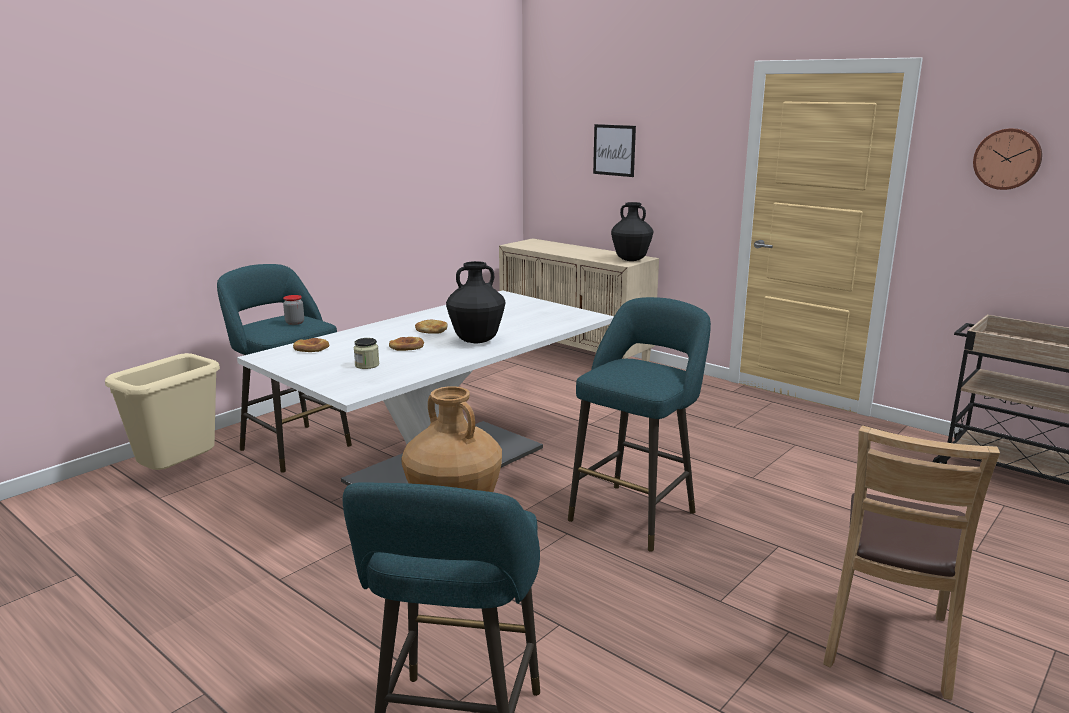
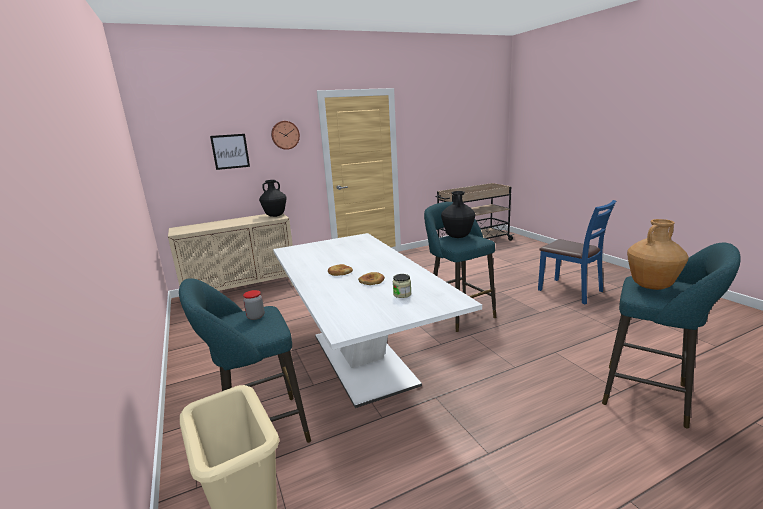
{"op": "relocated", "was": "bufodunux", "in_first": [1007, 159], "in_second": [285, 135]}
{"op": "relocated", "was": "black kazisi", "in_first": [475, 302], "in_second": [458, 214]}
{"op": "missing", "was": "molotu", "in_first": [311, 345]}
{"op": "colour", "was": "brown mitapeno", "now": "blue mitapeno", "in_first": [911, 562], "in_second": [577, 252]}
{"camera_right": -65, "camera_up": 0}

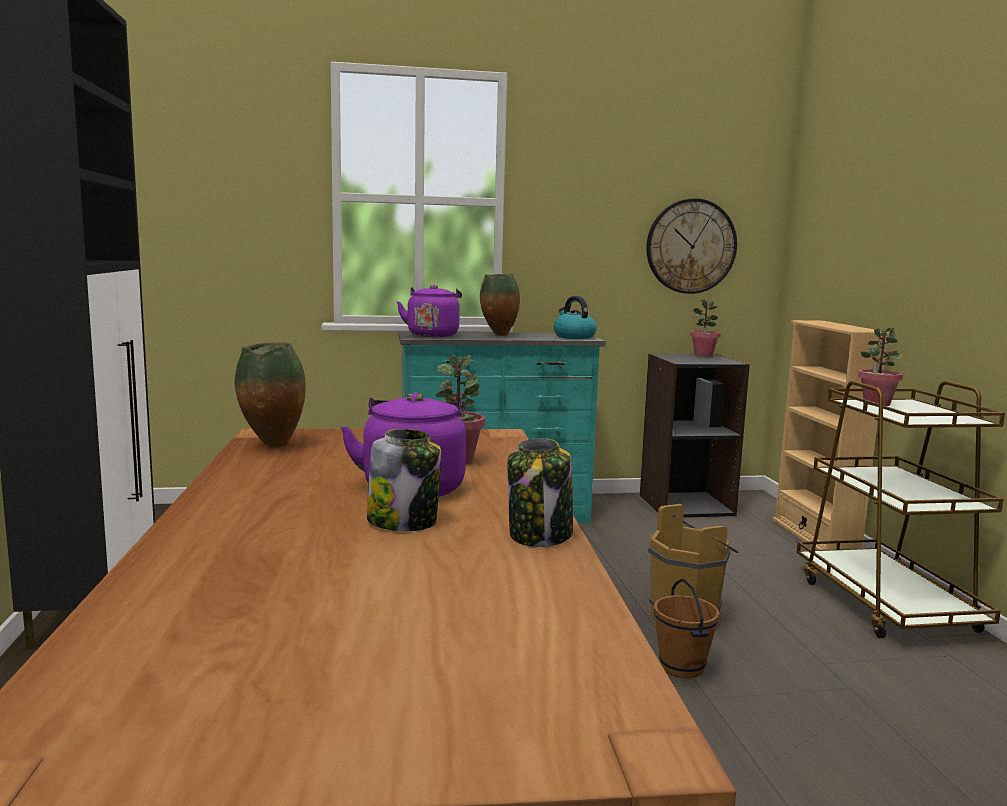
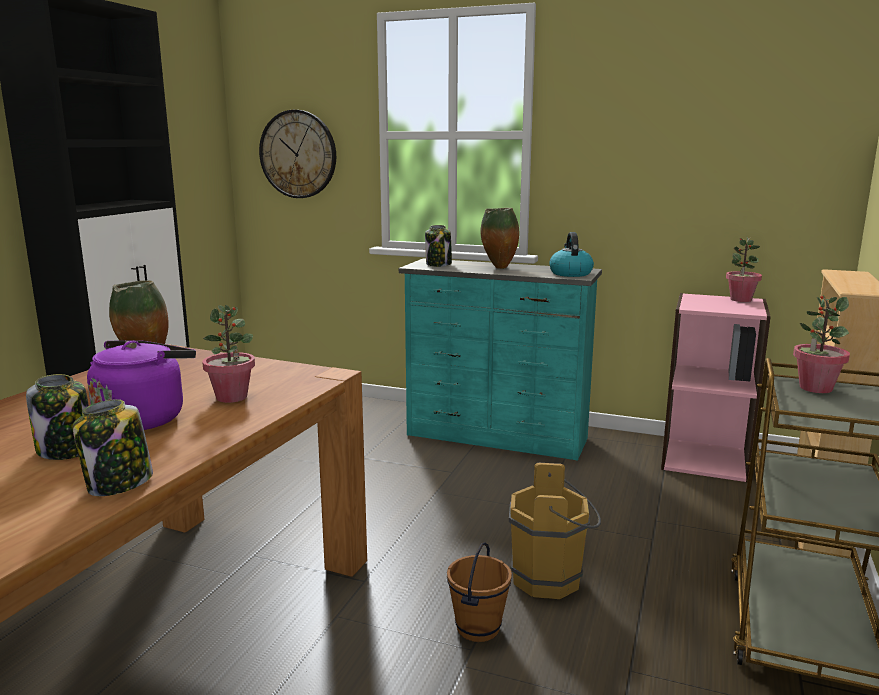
{"op": "relocated", "was": "bufodunux", "in_first": [691, 246], "in_second": [297, 154]}
{"op": "exchanged", "was": "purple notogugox", "now": "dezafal", "in_first": [429, 311], "in_second": [438, 246]}
{"op": "colour", "was": "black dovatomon", "now": "pink dovatomon", "in_first": [695, 435], "in_second": [716, 387]}
{"camera_right": 30, "camera_up": 5}

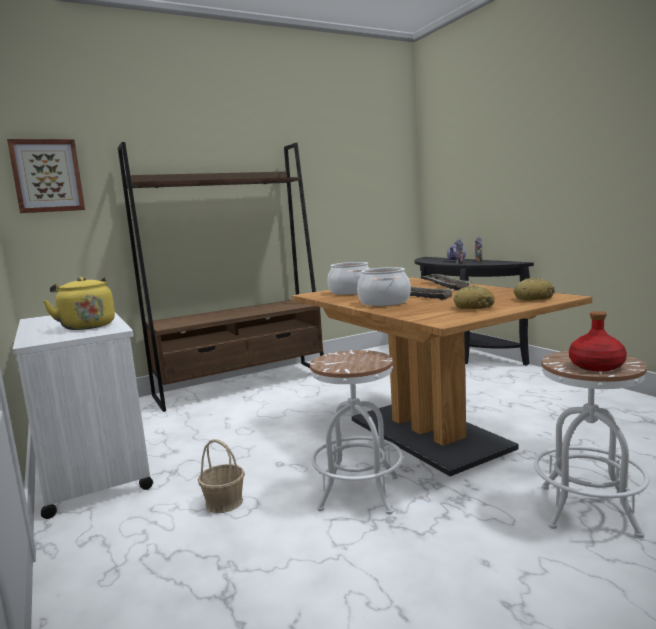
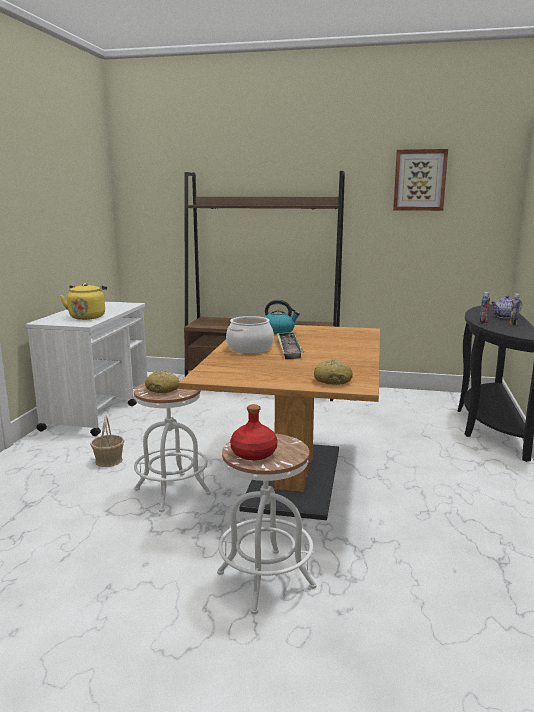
{"op": "relocated", "was": "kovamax", "in_first": [46, 176], "in_second": [420, 180]}
{"op": "exchanged", "was": "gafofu", "now": "notogugox", "in_first": [348, 278], "in_second": [282, 317]}
{"op": "missing", "was": "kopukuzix", "in_first": [446, 282]}
{"op": "relocated", "was": "molotu", "in_first": [474, 297], "in_second": [162, 382]}
{"camera_right": 40, "camera_up": 5}

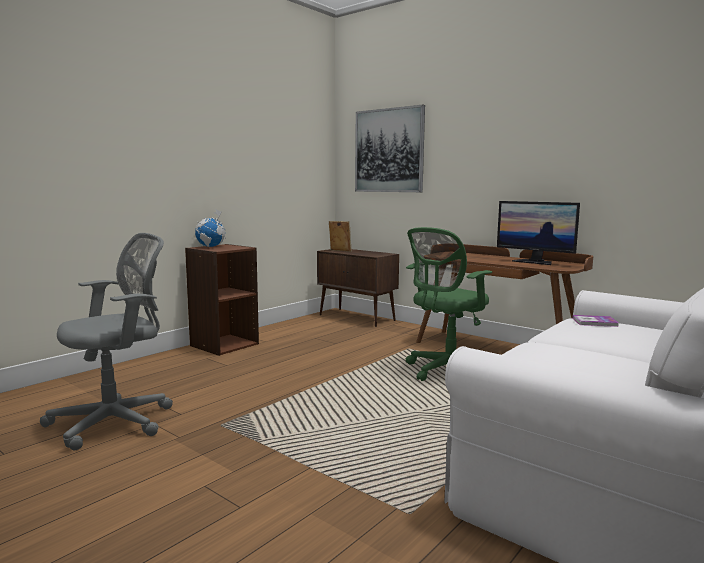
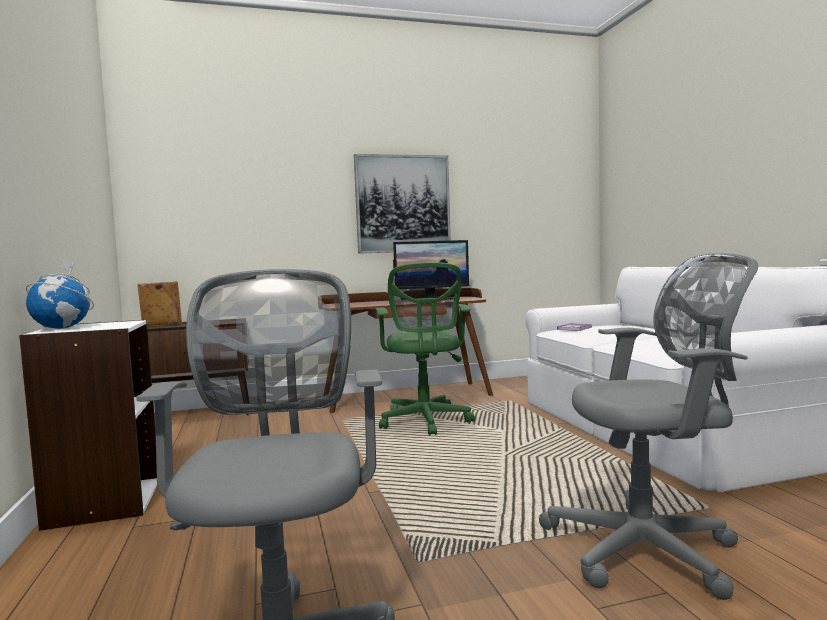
{"op": "relocated", "was": "kovamax", "in_first": [390, 148], "in_second": [402, 204]}
{"op": "colour", "was": "brown dovatomon", "now": "white dovatomon", "in_first": [222, 300], "in_second": [88, 425]}
{"op": "appeared", "now": "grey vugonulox", "in_second": [648, 426]}
{"camera_right": -55, "camera_up": -5}

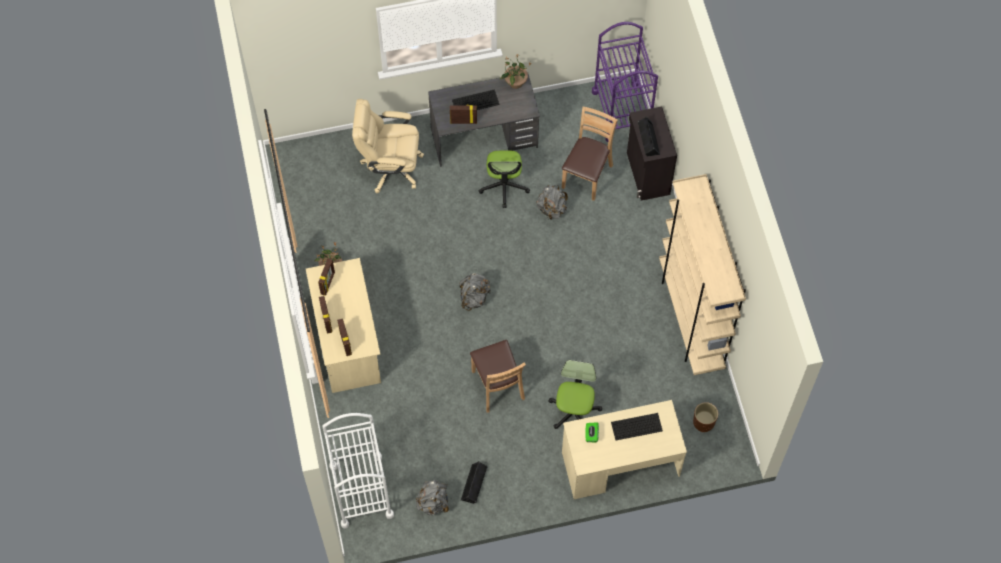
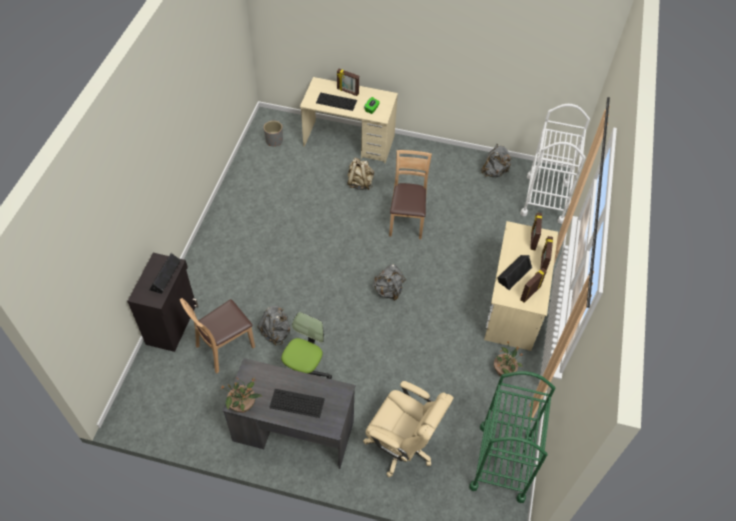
{"op": "missing", "was": "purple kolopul", "in_first": [625, 82]}
{"op": "relocated", "was": "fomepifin", "in_first": [463, 114], "in_second": [348, 82]}
{"op": "missing", "was": "beige dovatomon", "in_first": [702, 274]}
{"op": "exchanged", "was": "vugonulox", "now": "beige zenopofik", "in_first": [575, 394], "in_second": [360, 174]}
{"op": "colour", "was": "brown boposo", "now": "grey boposo", "in_first": [705, 417], "in_second": [273, 134]}
{"op": "relocated", "was": "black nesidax", "in_first": [474, 482], "in_second": [514, 272]}
{"op": "appeared", "now": "green kolopul", "in_second": [512, 437]}
{"camera_right": -155, "camera_up": -10}

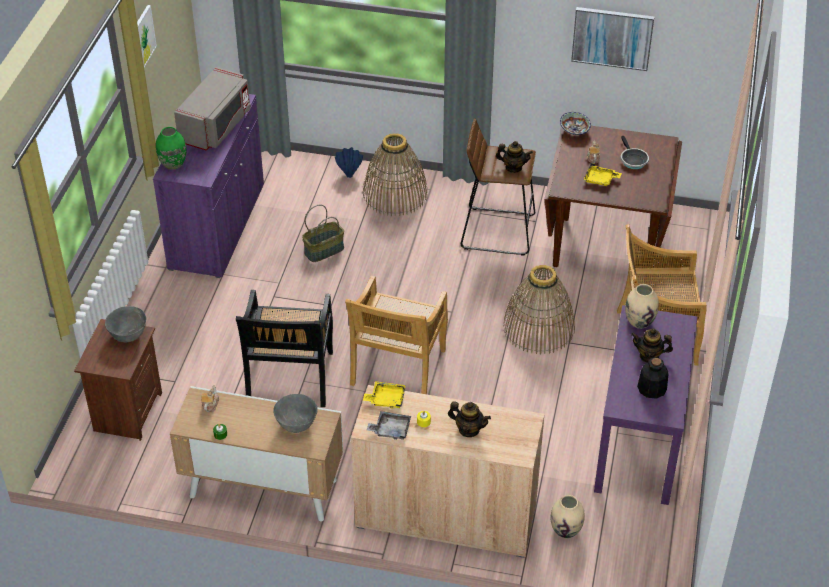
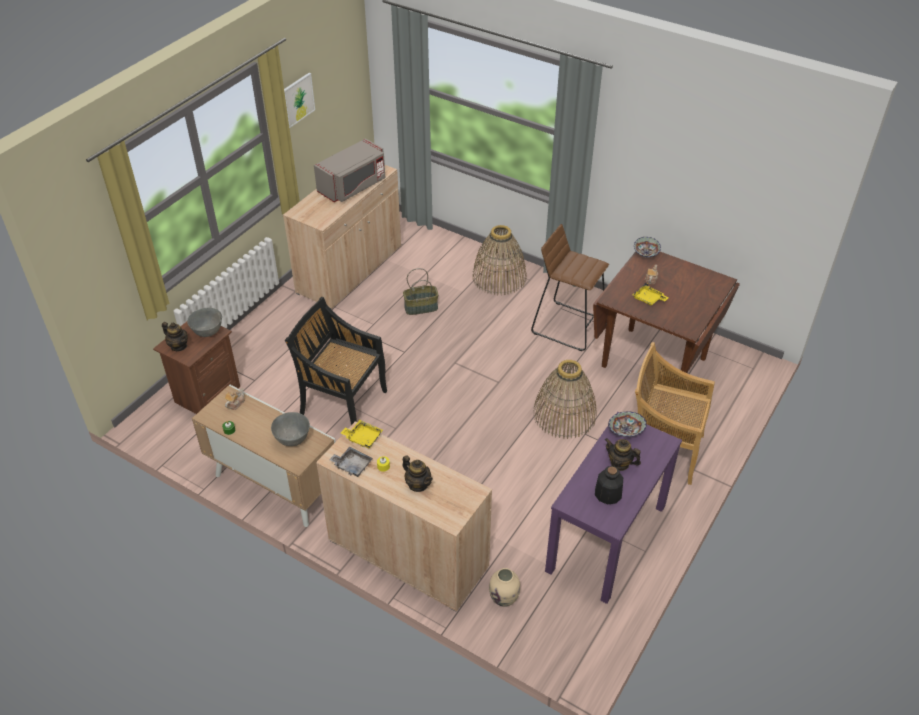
{"op": "missing", "was": "kovamax", "in_first": [612, 39]}
{"op": "colour", "was": "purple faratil", "now": "beige faratil", "in_first": [208, 186], "in_second": [342, 237]}
{"op": "missing", "was": "green kazisi", "in_first": [171, 148]}
{"op": "missing", "was": "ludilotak", "in_first": [635, 152]}
{"op": "relocated", "was": "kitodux", "in_first": [514, 157], "in_second": [175, 336]}
{"op": "missing", "was": "blue kazisi", "in_first": [349, 162]}
{"op": "missing", "was": "beige mitapeno", "in_first": [396, 335]}
{"op": "exchanged", "was": "beige kazisi", "now": "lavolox", "in_first": [642, 306], "in_second": [627, 424]}
{"op": "spun", "was": "black mitapeno", "in_first": [284, 348], "in_second": [336, 361], "clockwise": 90}
{"camera_right": 20, "camera_up": 0}

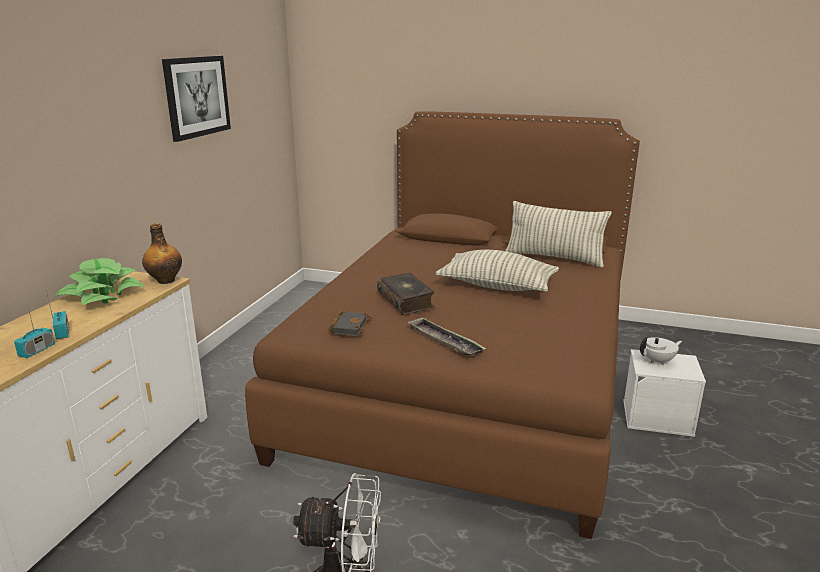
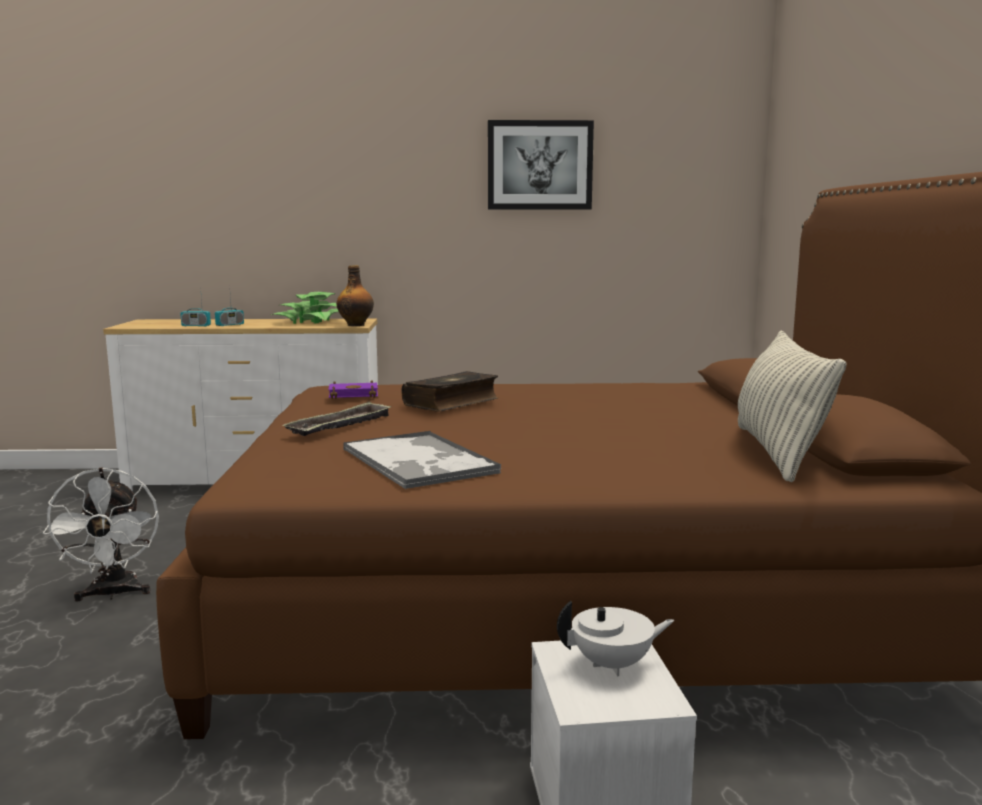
{"op": "missing", "was": "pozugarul", "in_first": [497, 271]}
{"op": "colour", "was": "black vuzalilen", "now": "purple vuzalilen", "in_first": [350, 323], "in_second": [353, 389]}
{"op": "spun", "was": "white kitodux", "in_first": [661, 351], "in_second": [615, 638], "clockwise": -60}
{"op": "appeared", "now": "kopukuzix", "in_second": [422, 460]}
{"camera_right": 70, "camera_up": -10}

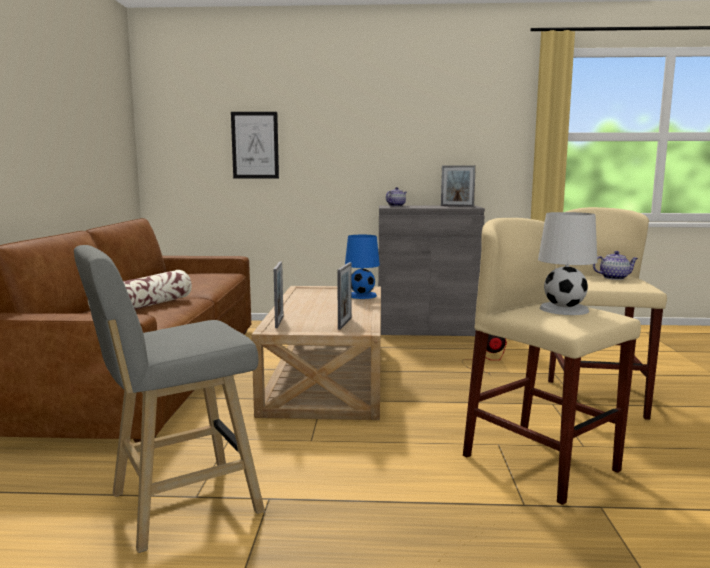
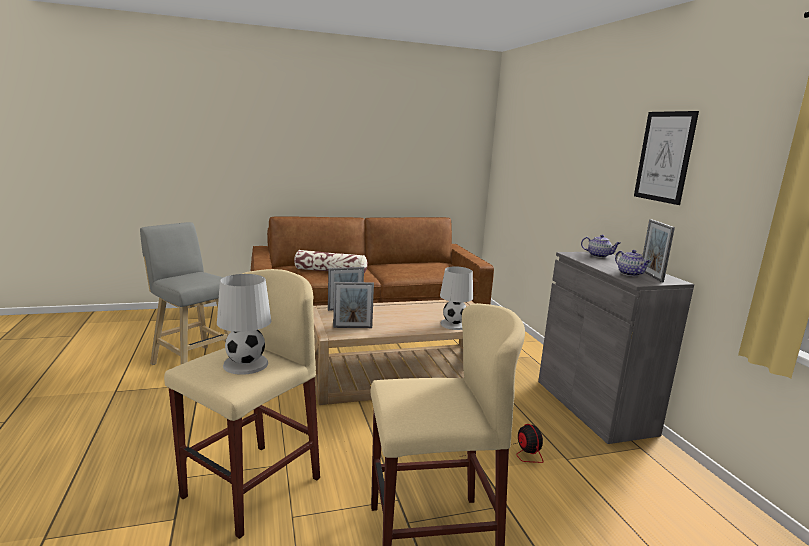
{"op": "relocated", "was": "kovamax", "in_first": [255, 145], "in_second": [666, 158]}
{"op": "colour", "was": "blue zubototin", "now": "white zubototin", "in_first": [362, 267], "in_second": [456, 298]}
{"op": "relocated", "was": "kitodux", "in_first": [615, 265], "in_second": [633, 263]}
{"camera_right": 70, "camera_up": 5}

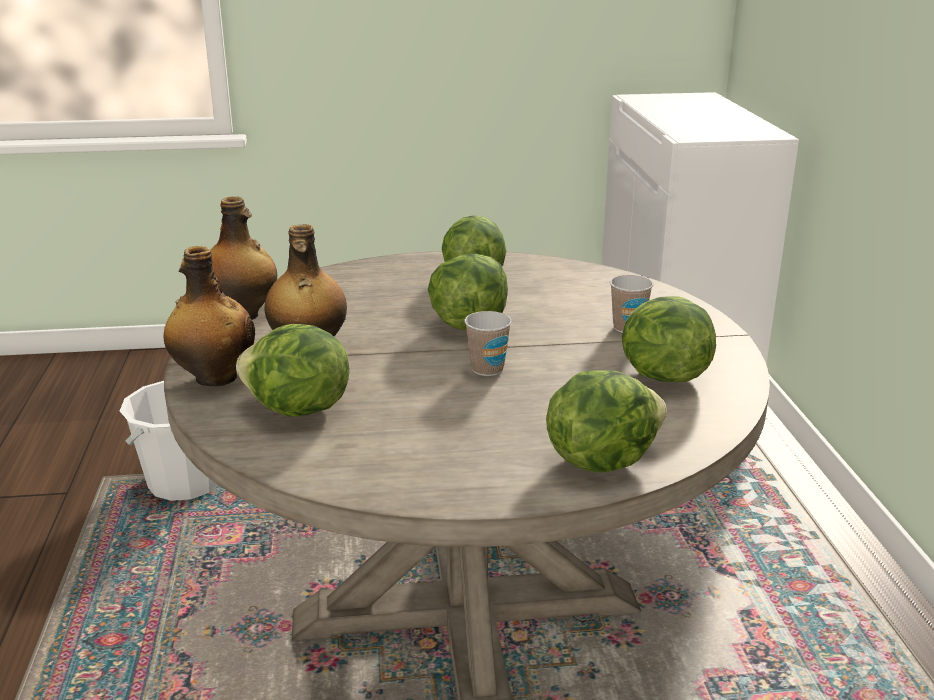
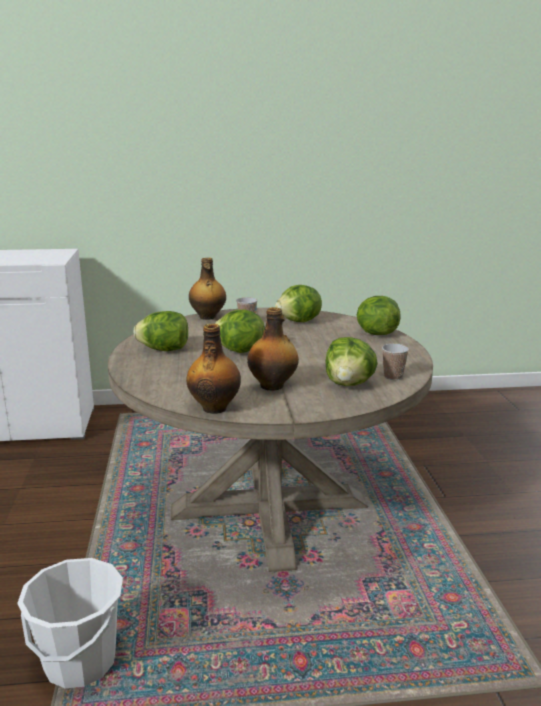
{"op": "relocated", "was": "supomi", "in_first": [209, 316], "in_second": [207, 289]}
{"op": "relocated", "was": "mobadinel", "in_first": [488, 343], "in_second": [395, 362]}
{"camera_right": -90, "camera_up": -5}

